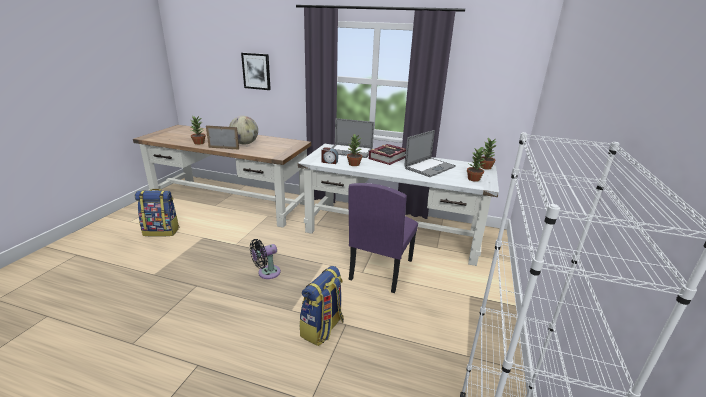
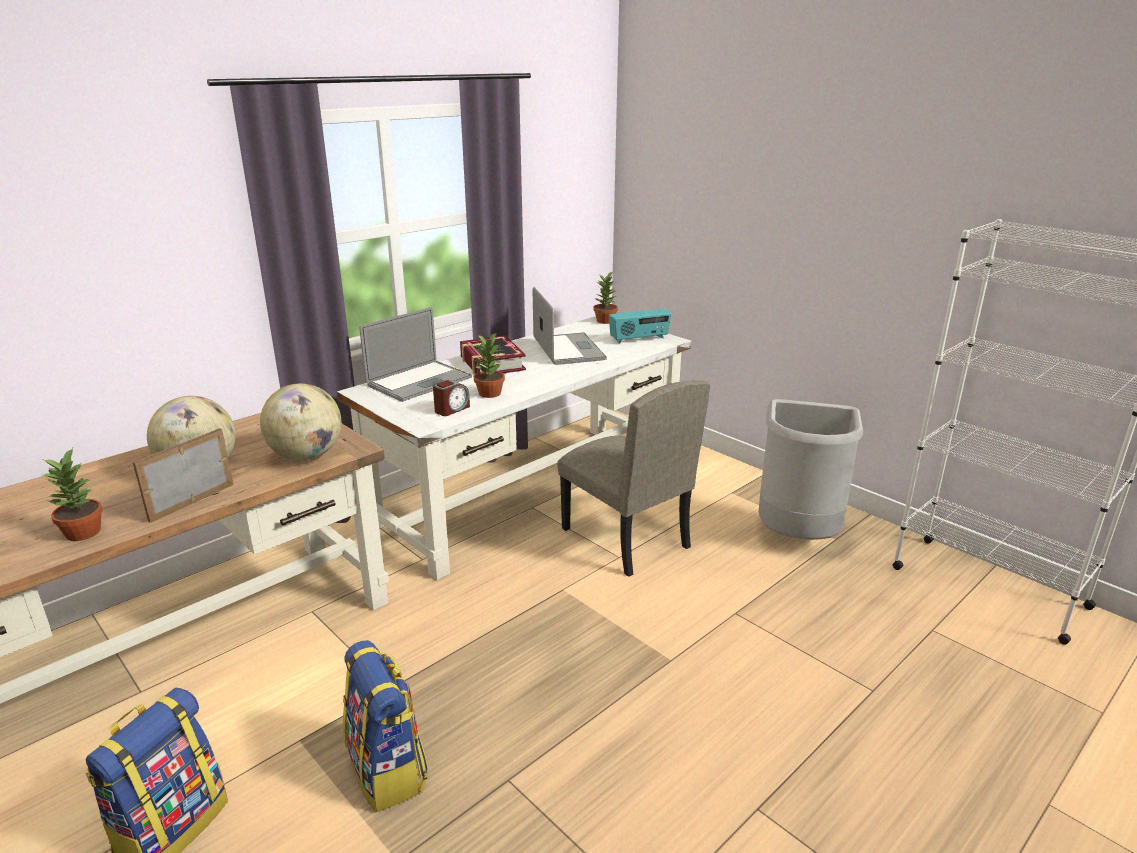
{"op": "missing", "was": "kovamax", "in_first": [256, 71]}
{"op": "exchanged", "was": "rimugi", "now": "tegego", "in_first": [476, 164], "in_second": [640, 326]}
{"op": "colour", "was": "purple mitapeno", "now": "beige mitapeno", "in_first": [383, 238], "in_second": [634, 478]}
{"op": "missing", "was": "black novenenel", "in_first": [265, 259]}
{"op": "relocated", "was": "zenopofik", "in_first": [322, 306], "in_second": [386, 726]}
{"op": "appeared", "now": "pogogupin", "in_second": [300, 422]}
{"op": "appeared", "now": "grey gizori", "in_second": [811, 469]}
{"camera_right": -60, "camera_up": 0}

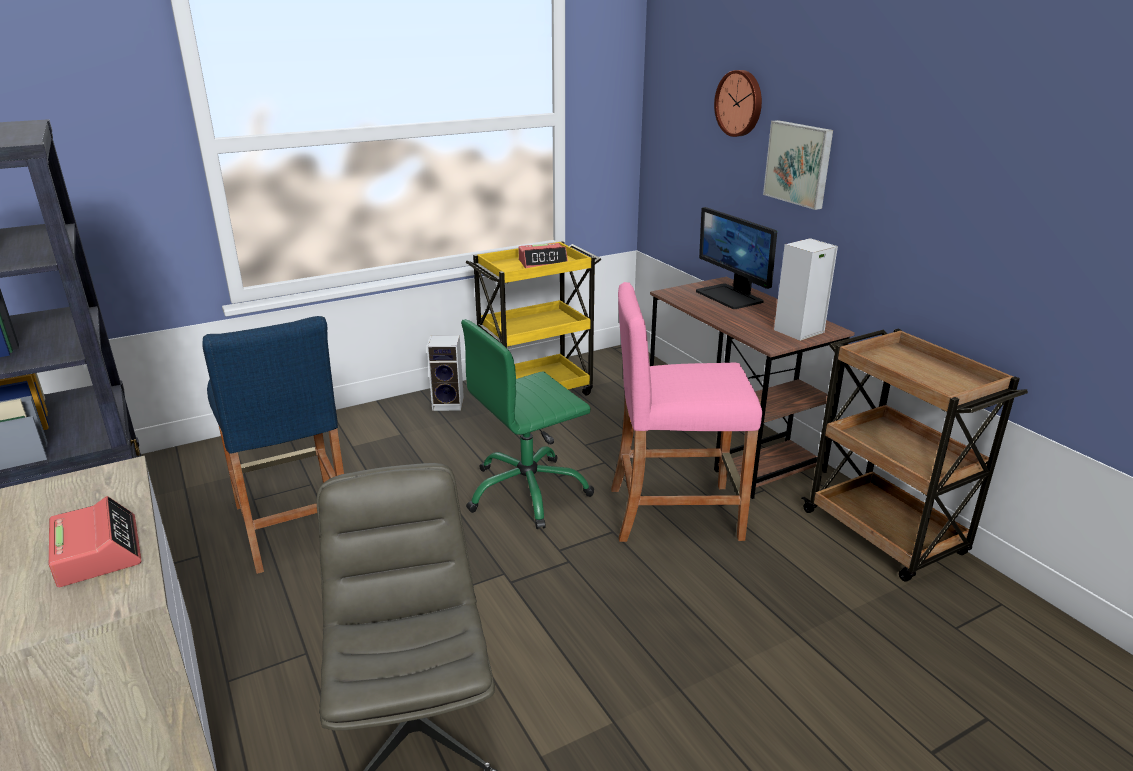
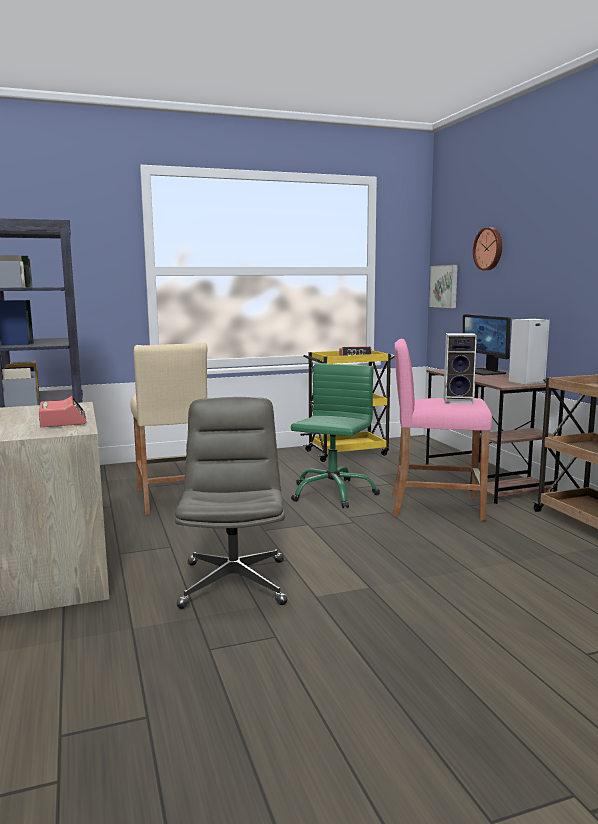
{"op": "relocated", "was": "kovamax", "in_first": [798, 165], "in_second": [443, 286]}
{"op": "colour", "was": "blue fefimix", "now": "beige fefimix", "in_first": [273, 445], "in_second": [169, 429]}
{"op": "spun", "was": "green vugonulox", "in_first": [527, 424], "in_second": [335, 435], "clockwise": 135}
{"op": "relocated", "was": "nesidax", "in_first": [445, 373], "in_second": [460, 368]}
{"camera_right": 10, "camera_up": -15}

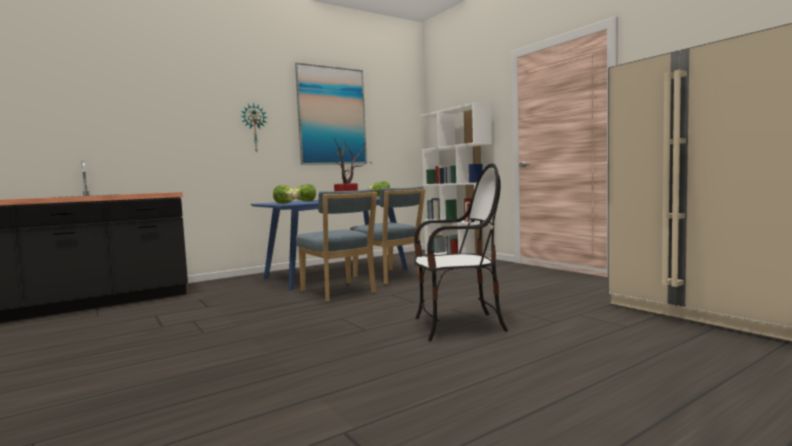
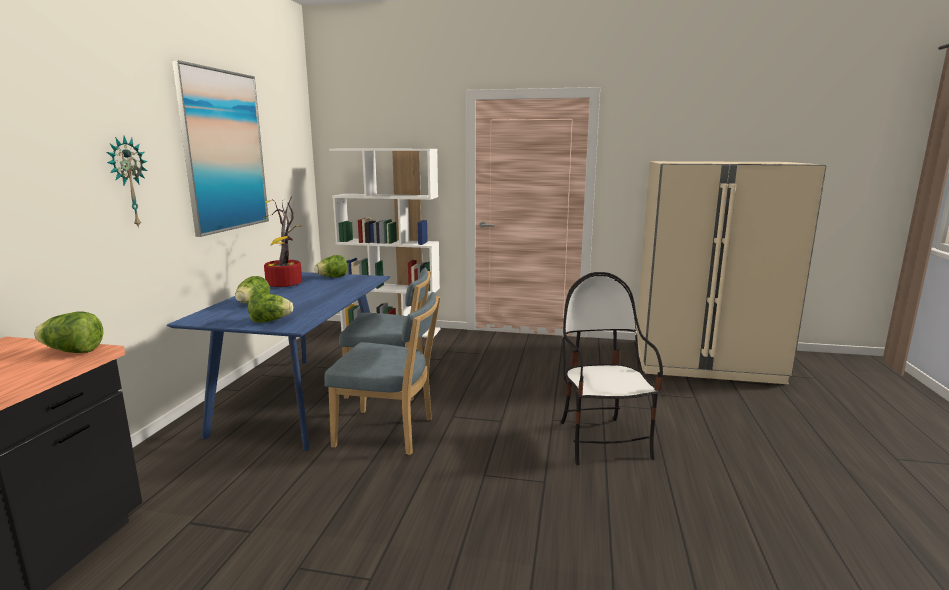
{"op": "spun", "was": "mitapeno", "in_first": [461, 252], "in_second": [612, 368], "clockwise": -45}
{"op": "appeared", "now": "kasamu", "in_second": [68, 332]}
{"camera_right": -45, "camera_up": 10}

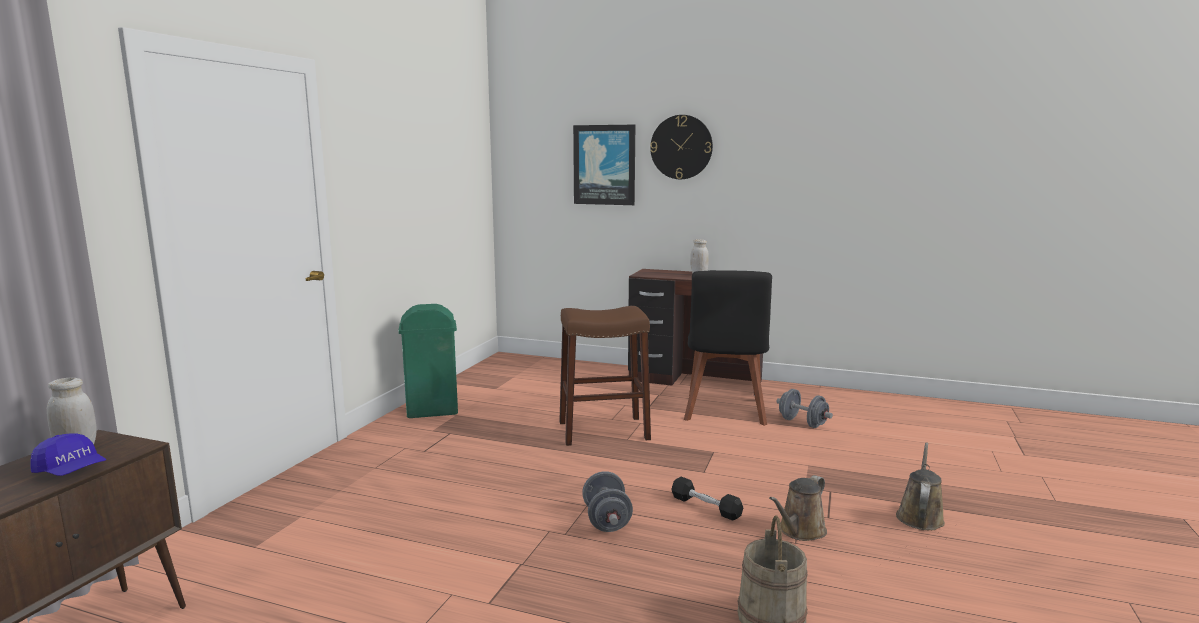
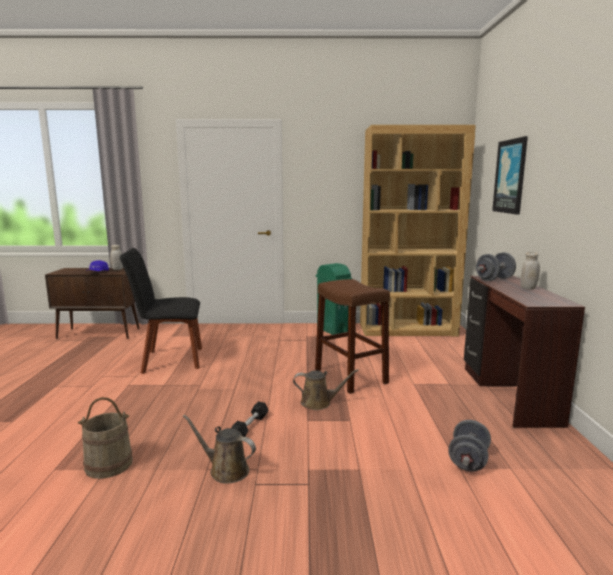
{"op": "missing", "was": "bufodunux", "in_first": [681, 147]}
{"op": "relocated", "was": "black mitapeno", "in_first": [728, 348], "in_second": [161, 311]}
{"op": "relocated", "was": "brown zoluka", "in_first": [920, 486], "in_second": [326, 389]}
{"op": "relocated", "was": "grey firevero", "in_first": [607, 501], "in_second": [496, 266]}
{"op": "appeared", "now": "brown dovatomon", "in_second": [418, 230]}
{"camera_right": 70, "camera_up": 0}

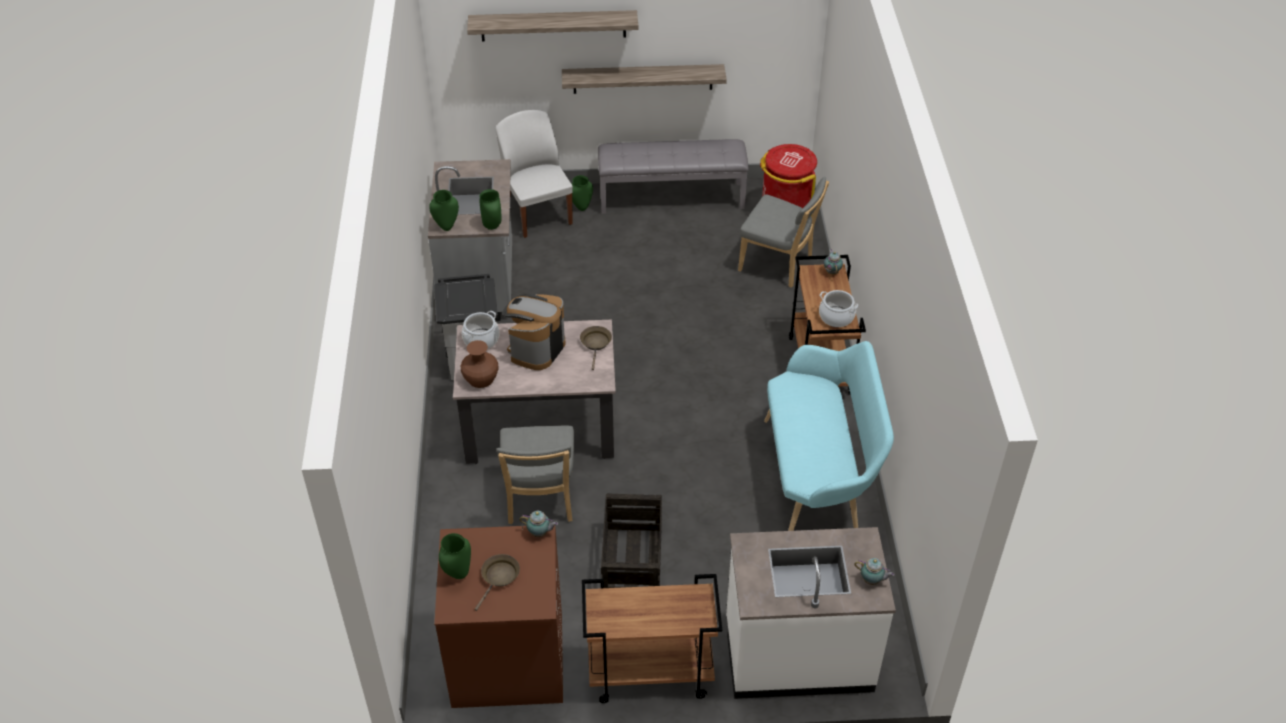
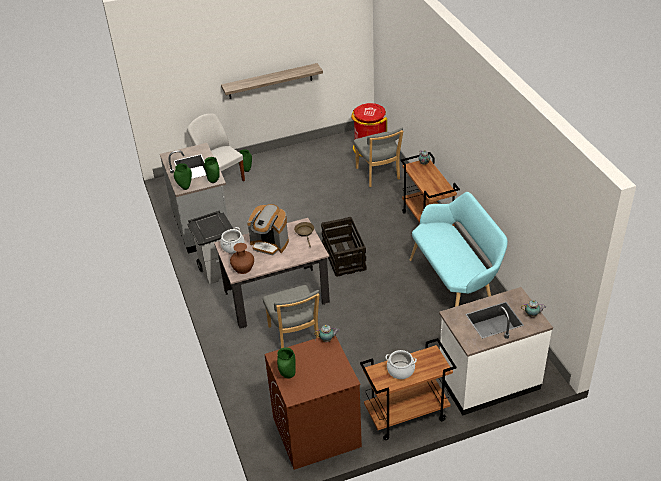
{"op": "missing", "was": "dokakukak", "in_first": [552, 26]}
{"op": "missing", "was": "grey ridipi", "in_first": [673, 176]}
{"op": "spun", "was": "grey mitapeno", "in_first": [783, 232], "in_second": [378, 157], "clockwise": 60}
{"op": "relocated", "was": "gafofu", "in_first": [838, 308], "in_second": [401, 364]}
{"op": "spun", "was": "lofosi", "in_first": [533, 332], "in_second": [268, 230], "clockwise": -75}
{"op": "relocated", "was": "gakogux", "in_first": [631, 540], "in_second": [343, 247]}
{"op": "missing", "was": "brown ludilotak", "in_first": [497, 582]}
{"camera_right": -15, "camera_up": -5}

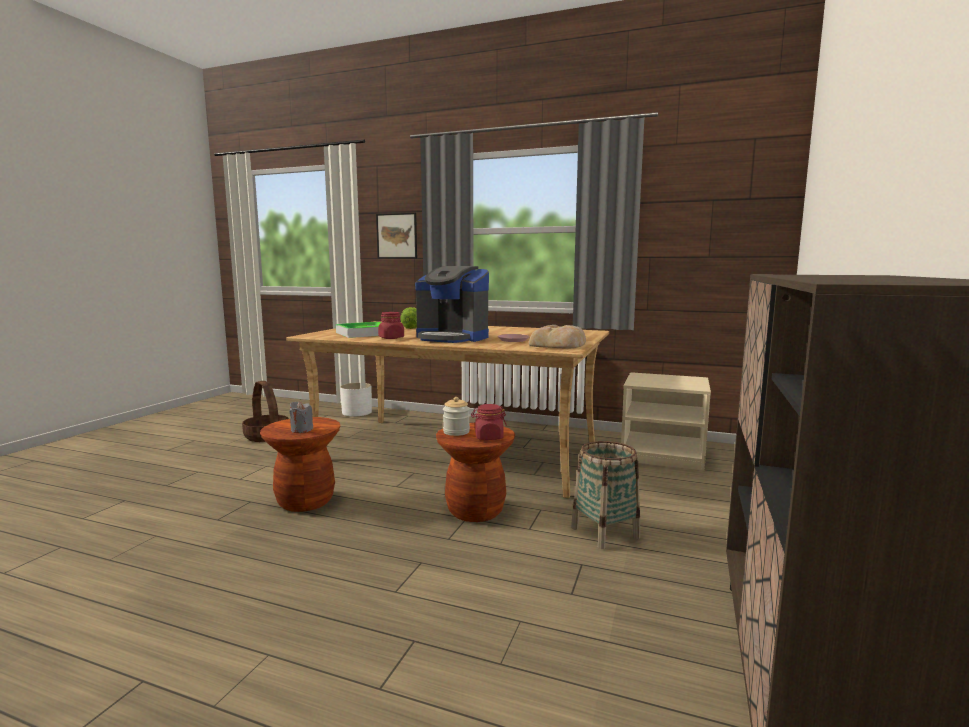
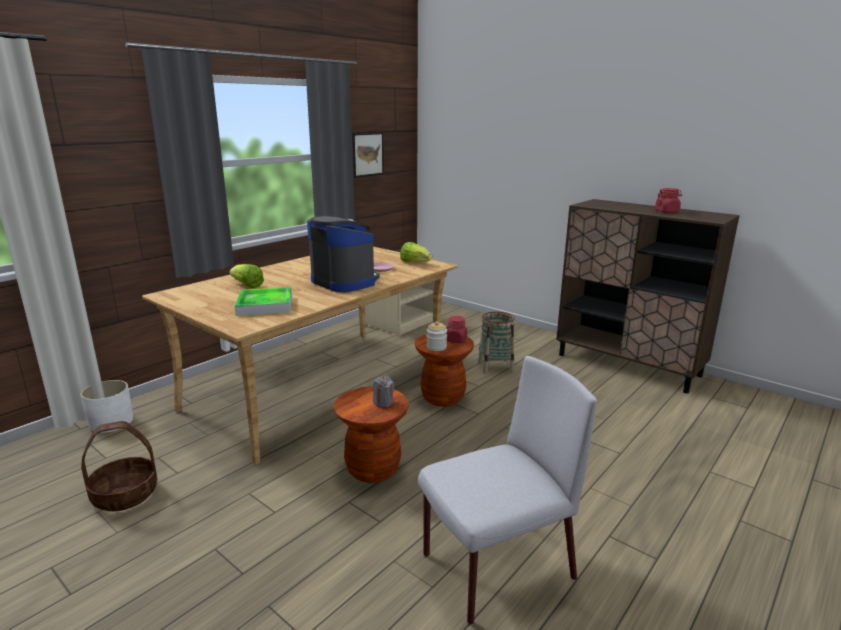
{"op": "relocated", "was": "kovamax", "in_first": [396, 236], "in_second": [368, 155]}
{"op": "spun", "was": "lofosi", "in_first": [452, 304], "in_second": [343, 254], "clockwise": -90}
{"op": "relocated", "was": "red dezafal", "in_first": [391, 325], "in_second": [668, 200]}
{"op": "exchanged", "was": "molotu", "now": "kasamu", "in_first": [557, 337], "in_second": [416, 252]}
{"op": "appeared", "now": "grey mitapeno", "in_second": [507, 490]}
{"camera_right": -70, "camera_up": 10}

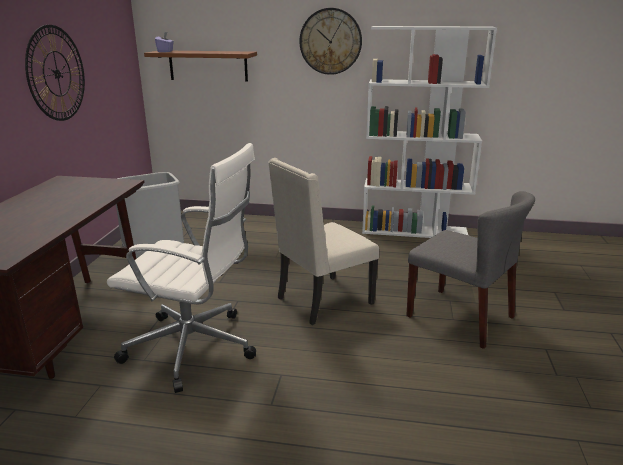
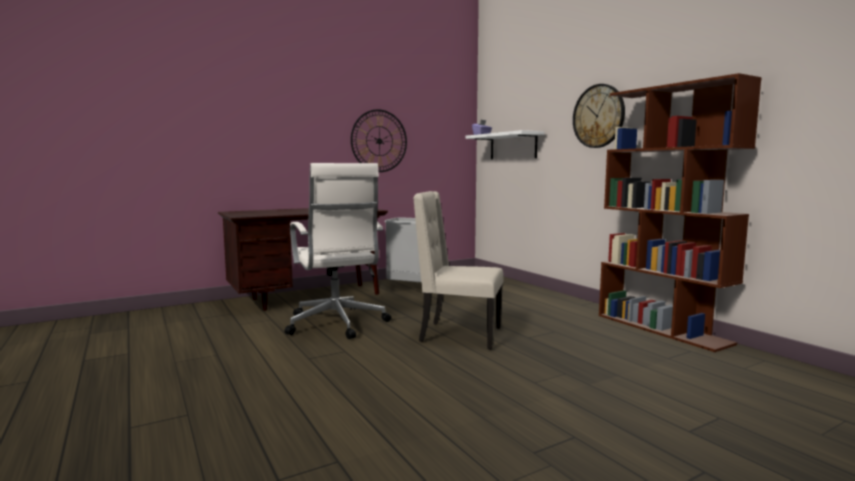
{"op": "colour", "was": "white dovatomon", "now": "brown dovatomon", "in_first": [429, 132], "in_second": [680, 212]}
{"op": "colour", "was": "brown dokakukak", "now": "white dokakukak", "in_first": [200, 66], "in_second": [504, 144]}
{"op": "missing", "was": "grey mitapeno", "in_first": [470, 270]}
{"camera_right": 50, "camera_up": -15}

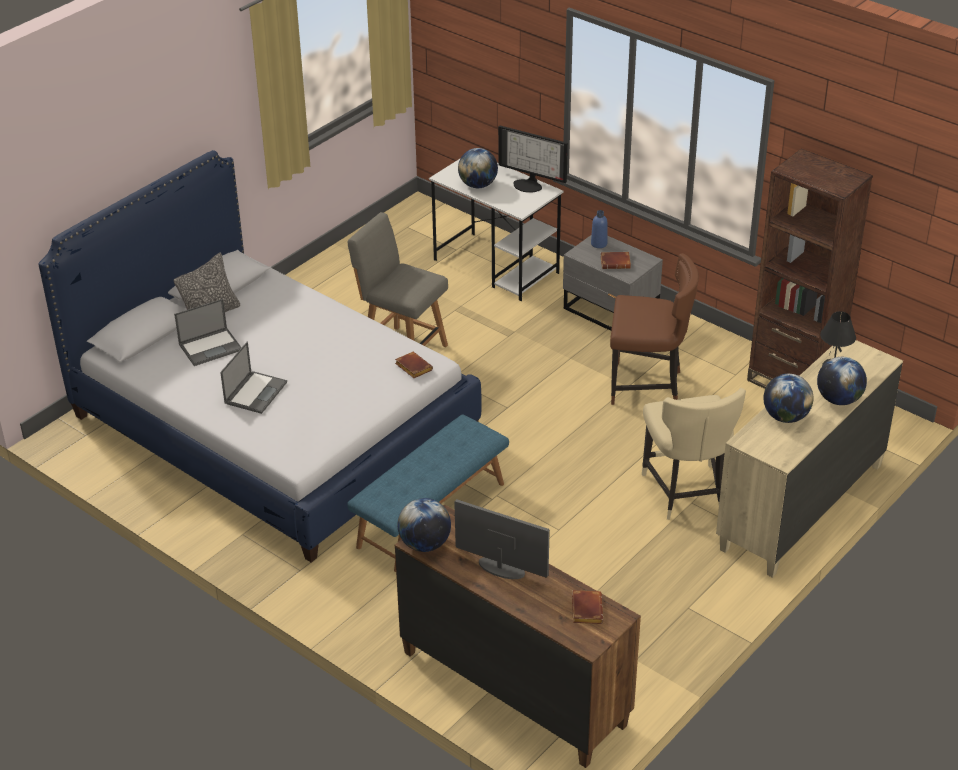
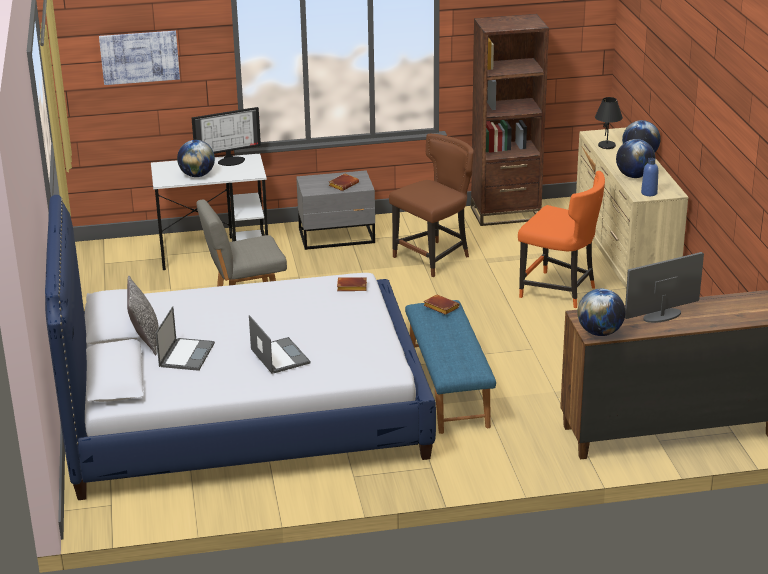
{"op": "relocated", "was": "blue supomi", "in_first": [599, 229], "in_second": [649, 177]}
{"op": "colour", "was": "beige mitapeno", "now": "orange mitapeno", "in_first": [694, 454], "in_second": [561, 239]}
{"op": "relocated", "was": "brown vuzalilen", "in_first": [587, 607], "in_second": [441, 304]}
{"op": "appeared", "now": "kovamax", "in_second": [139, 58]}
{"camera_right": -50, "camera_up": -10}

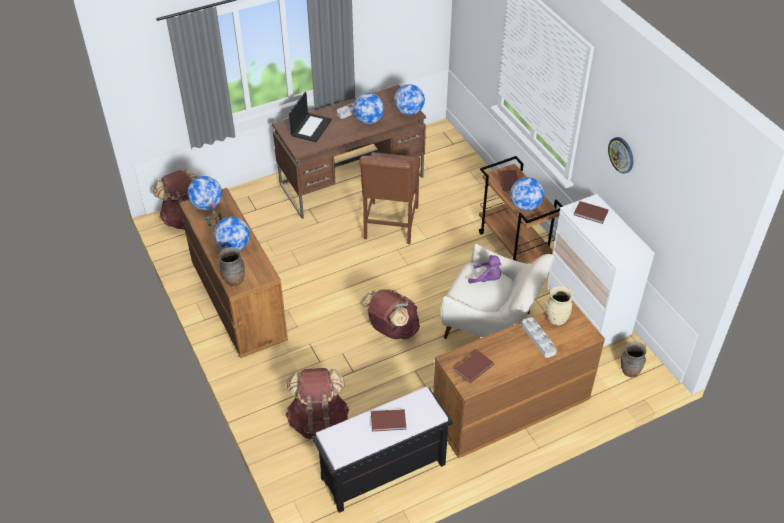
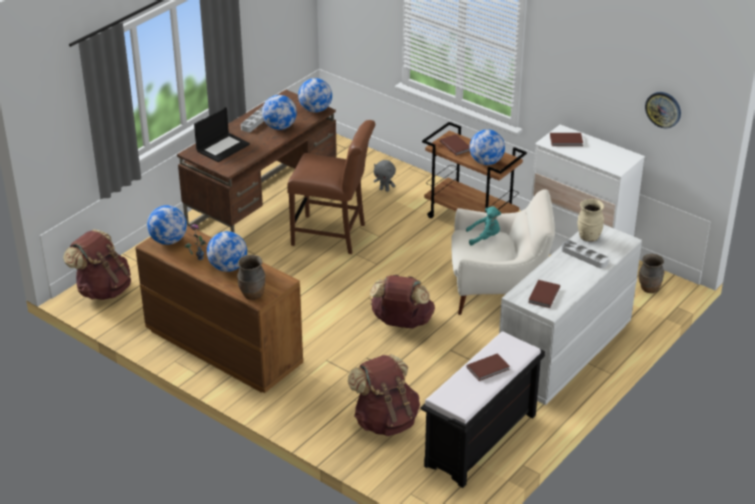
{"op": "spun", "was": "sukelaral", "in_first": [310, 117], "in_second": [222, 134], "clockwise": 45}
{"op": "relocated", "was": "bufodunux", "in_first": [620, 155], "in_second": [663, 110]}
{"op": "spun", "was": "brown mitapeno", "in_first": [389, 198], "in_second": [331, 187], "clockwise": -60}
{"op": "colour", "was": "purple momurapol", "now": "turquoise momurapol", "in_first": [484, 269], "in_second": [483, 226]}
{"op": "colour", "was": "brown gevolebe", "now": "white gevolebe", "in_first": [519, 379], "in_second": [570, 315]}
{"op": "appeared", "now": "grey momurapol", "in_second": [385, 176]}
{"camera_right": -25, "camera_up": -10}

